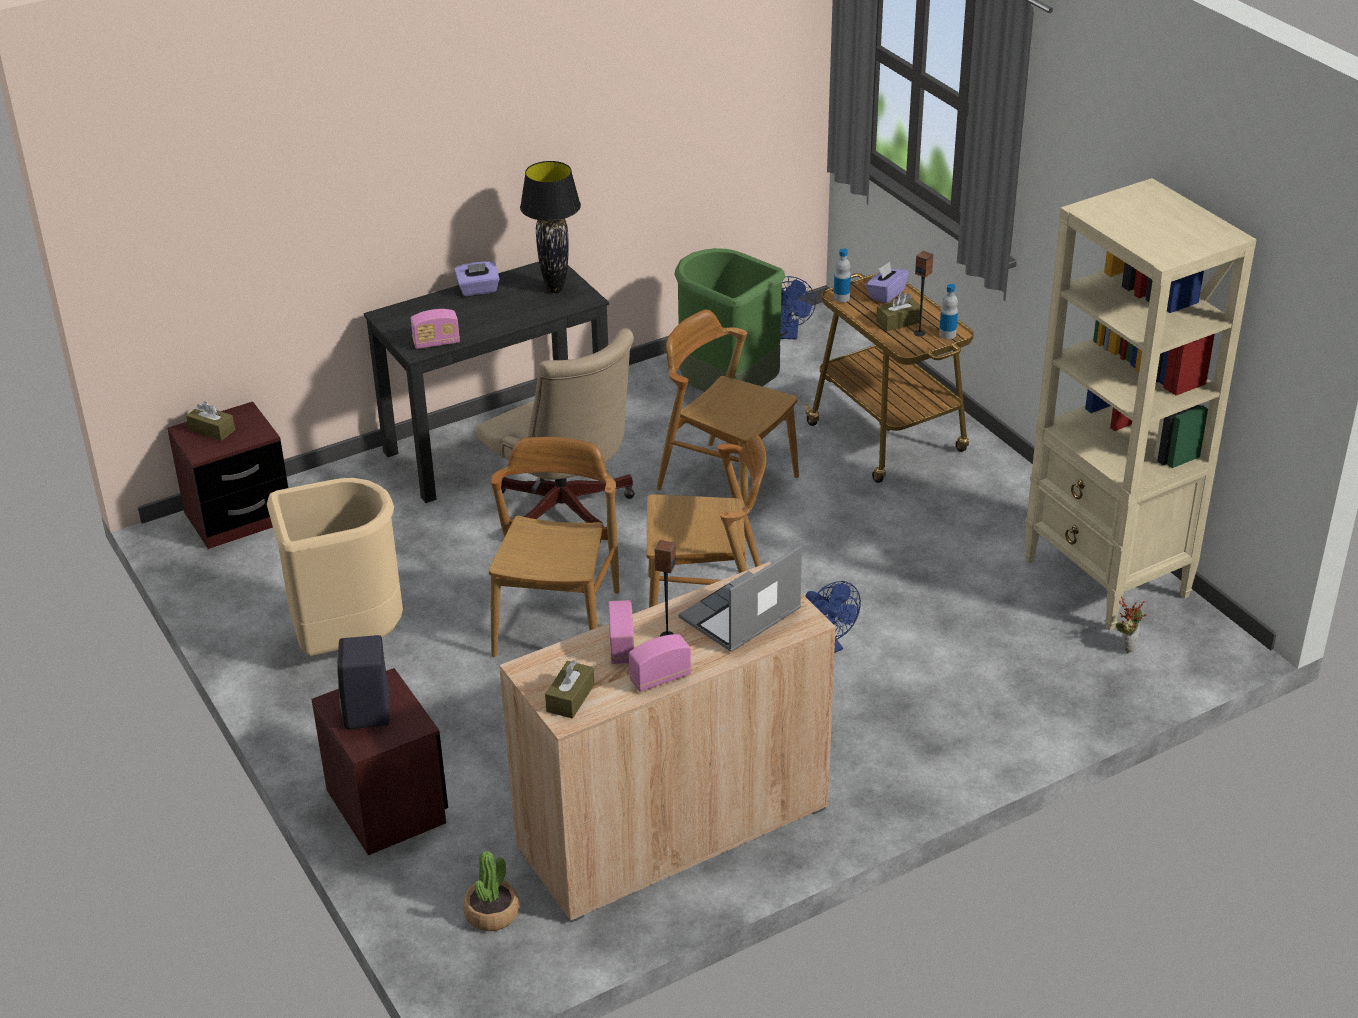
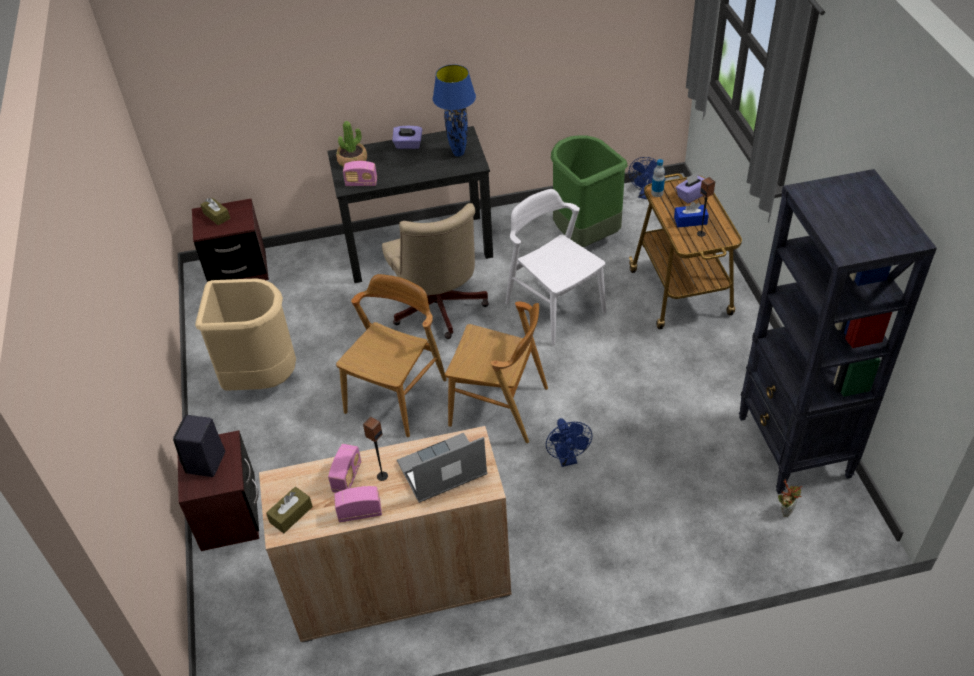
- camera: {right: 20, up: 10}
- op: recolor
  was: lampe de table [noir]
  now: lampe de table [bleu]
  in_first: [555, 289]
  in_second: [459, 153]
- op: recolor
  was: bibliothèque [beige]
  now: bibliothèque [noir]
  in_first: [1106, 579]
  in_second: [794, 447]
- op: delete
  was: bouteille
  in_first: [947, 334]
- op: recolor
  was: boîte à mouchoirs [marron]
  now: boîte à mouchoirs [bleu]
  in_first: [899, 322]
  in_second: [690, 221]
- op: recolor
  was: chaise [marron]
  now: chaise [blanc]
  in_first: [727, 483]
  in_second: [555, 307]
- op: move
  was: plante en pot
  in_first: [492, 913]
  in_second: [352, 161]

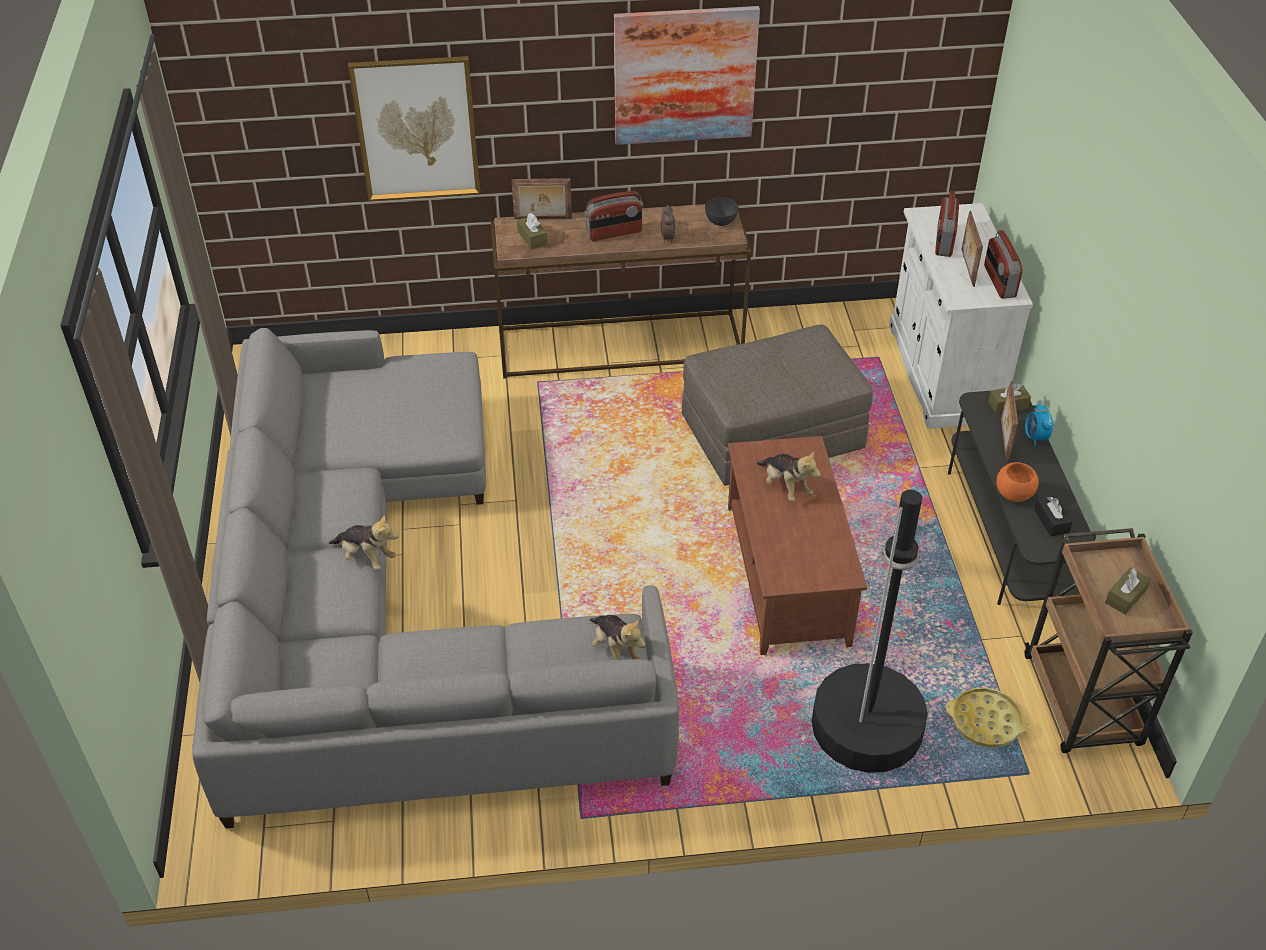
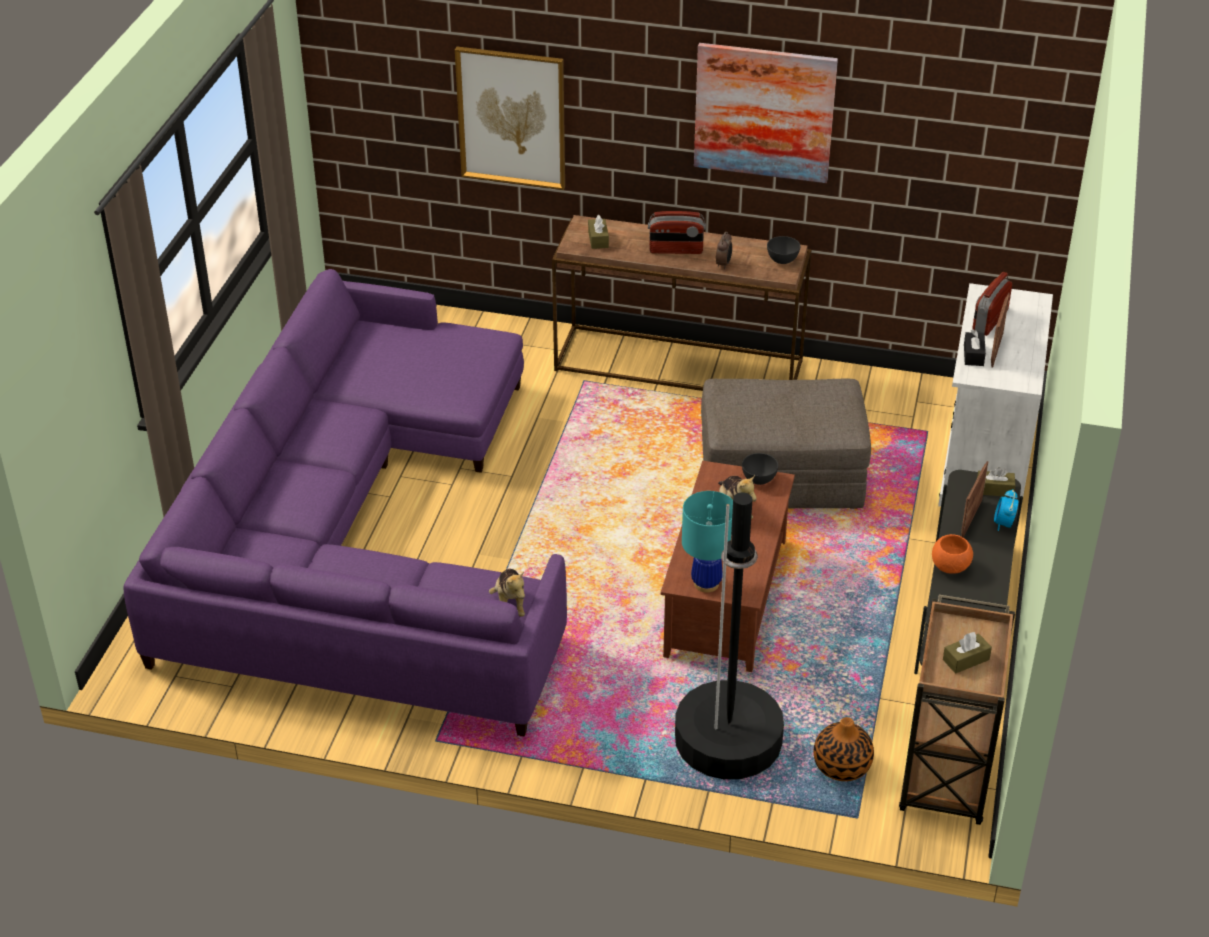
- camera: {right: 20, up: -5}
- op: delete
  was: cadre photo
  in_first: [543, 219]
- op: delete
  was: radio
  in_first: [999, 282]
- op: recolor
  was: canapé [gris]
  now: canapé [violet]
  in_first: [389, 607]
  in_second: [357, 536]
- op: move
  was: boîte à mouchoirs [noir]
  in_first: [1051, 521]
  in_second: [973, 355]
- op: delete
  was: peluche
  in_first: [366, 557]
- op: replace
  was: plateau [jaune]
  now: vase
  in_first: [985, 722]
  in_second: [842, 766]
- op: insert
  now: bol [gris]
  in_second: [759, 479]
- op: insert
  now: lampe de table [turquoise]
  in_second: [706, 583]

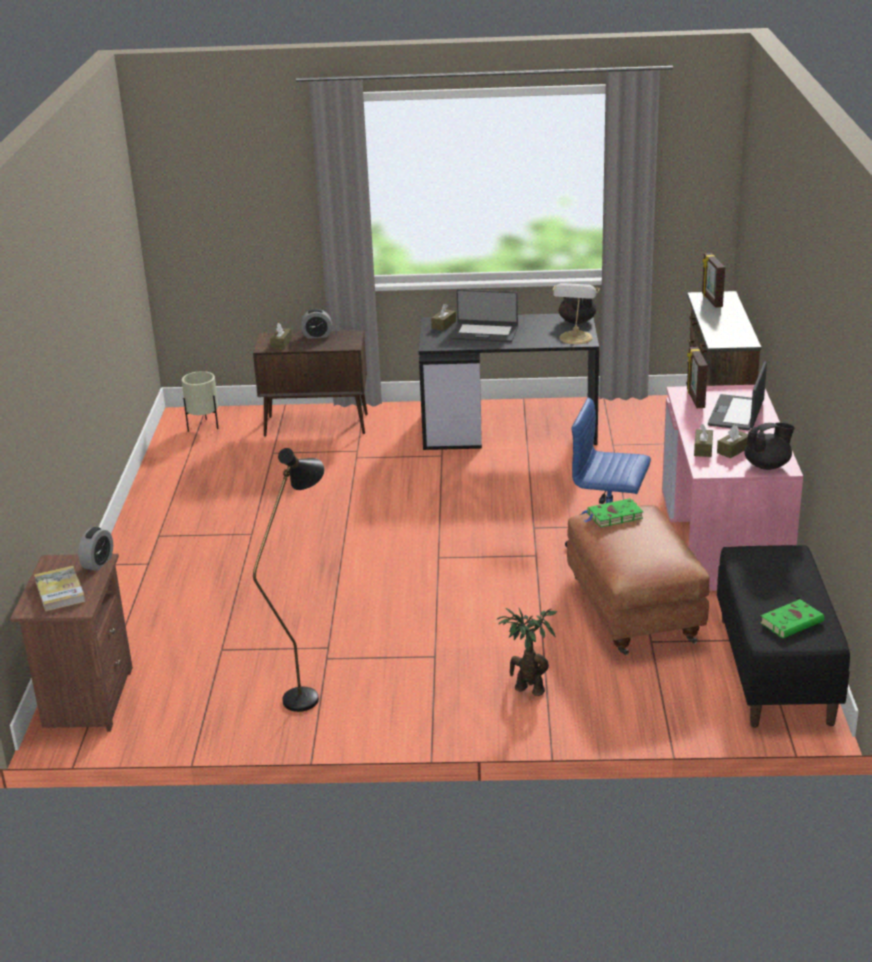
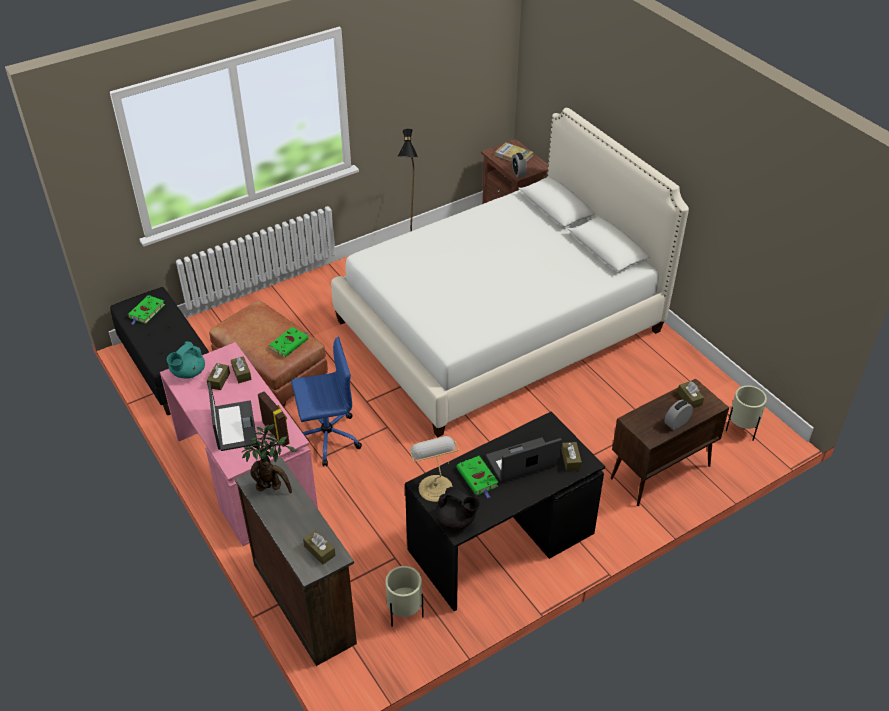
- camera: {right: 145, up: 15}
- op: replace
  was: cadre photo
  now: boîte à mouchoirs [marron]
  in_first: [711, 300]
  in_second: [319, 551]
- op: recolor
  was: théière [noir]
  now: théière [turquoise]
  in_first: [768, 465]
  in_second: [188, 373]
- op: move
  was: plante en pot
  in_first: [527, 688]
  in_second: [272, 487]
- op: insert
  now: lit [blanc]
  in_second: [500, 326]
- op: insert
  now: livre [vert]
  in_second: [478, 478]
- op: insert
  now: cache-pot [beige]
  in_second: [405, 614]

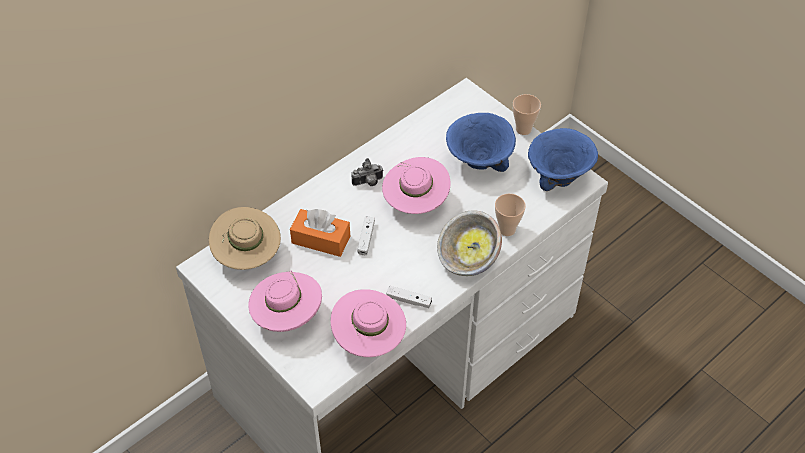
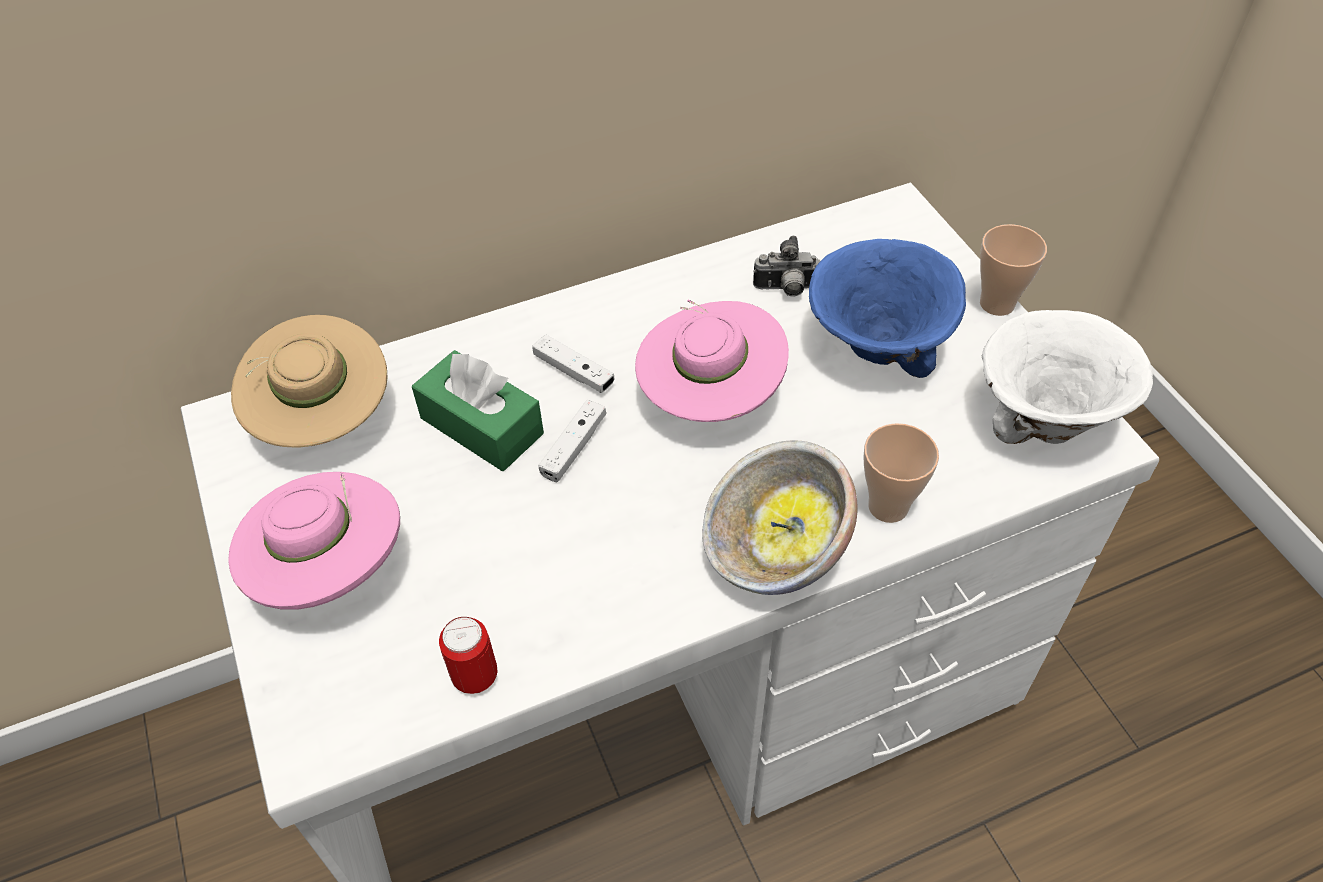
- camera: {right: 20, up: 0}
- op: recolor
  was: bol [bleu]
  now: bol [blanc]
  in_first: [558, 176]
  in_second: [1044, 418]
- op: move
  was: appareil photo
  in_first: [368, 183]
  in_second: [786, 290]
- op: recolor
  was: boîte à mouchoirs [orange]
  now: boîte à mouchoirs [vert]
  in_first: [321, 239]
  in_second: [481, 426]
- op: move
  was: manette [blanc]
  in_first: [409, 300]
  in_second: [574, 372]
- op: replace
  was: chapeau [rose]
  now: boîte métallique
  in_first: [369, 339]
  in_second: [475, 677]

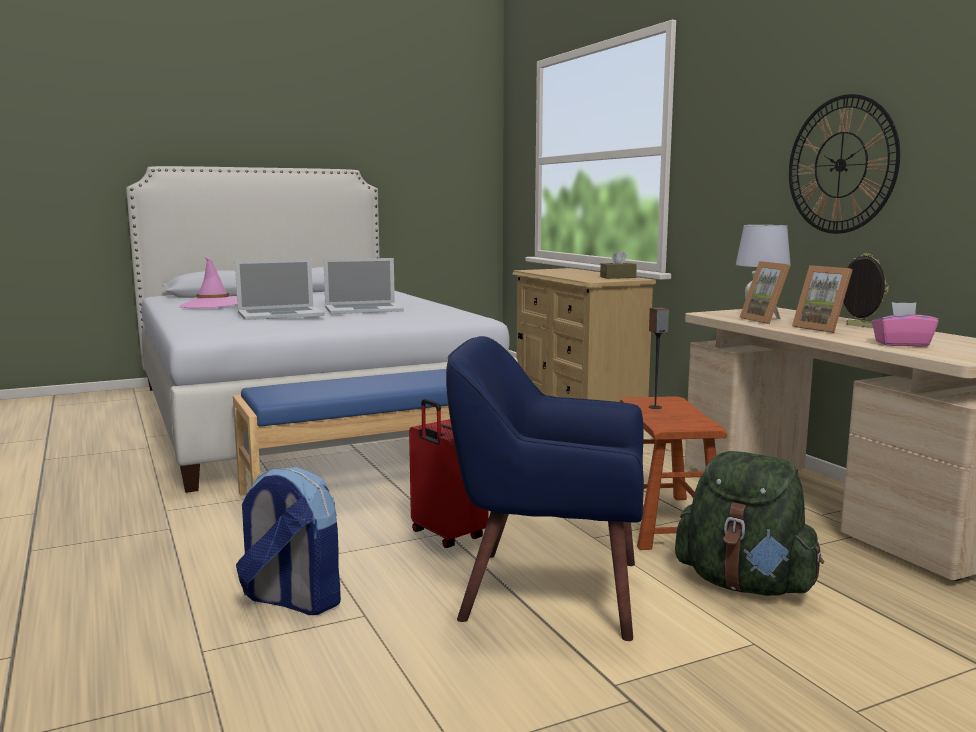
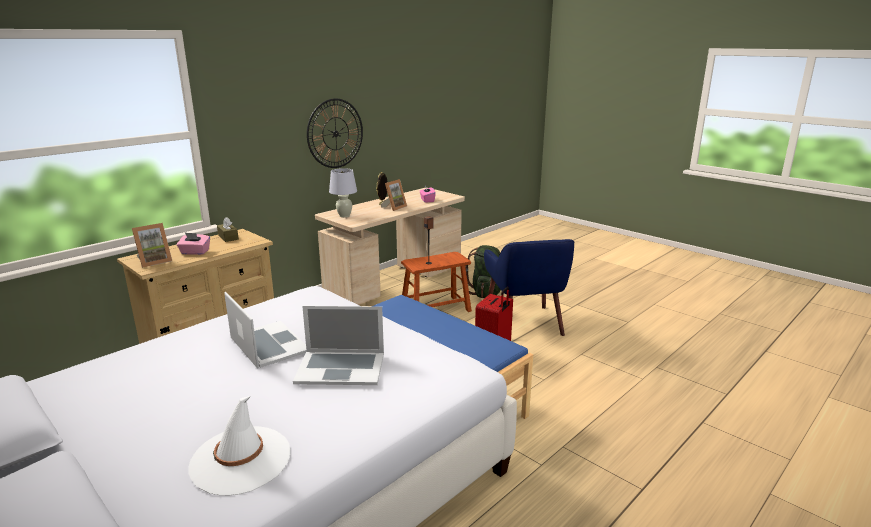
- camera: {right: -110, up: 10}
- op: recolor
  was: chapeau [rose]
  now: chapeau [blanc]
  in_first: [213, 305]
  in_second: [241, 460]
- op: rotate
  was: ordinateur portable
  in_first: [280, 314]
  in_second: [340, 368]
  clockwise: 135
- op: move
  was: cadre photo
  in_first: [767, 320]
  in_second: [154, 261]
- op: delete
  was: sac à dos
  in_first: [291, 600]
- op: insert
  now: boîte à mouchoirs [rose]
  in_second: [195, 252]

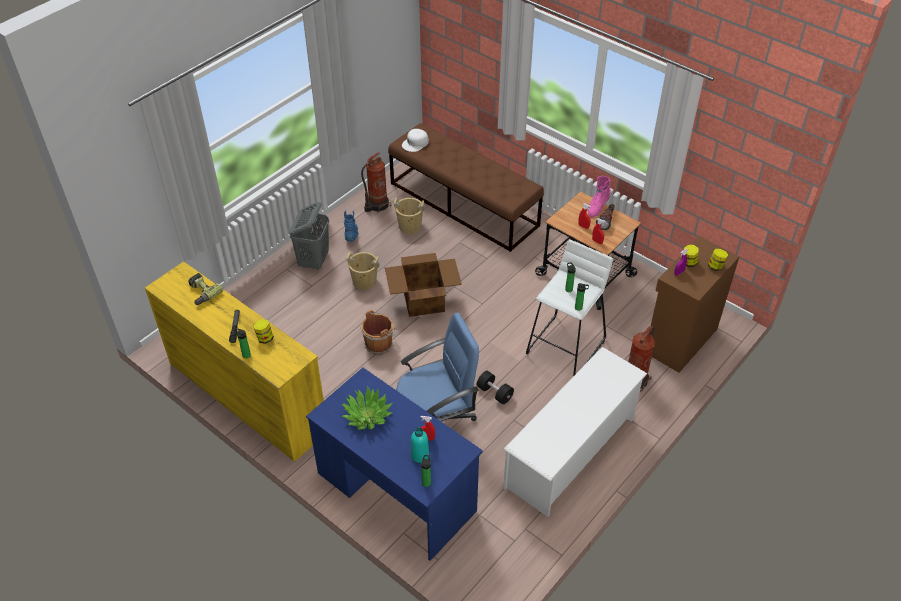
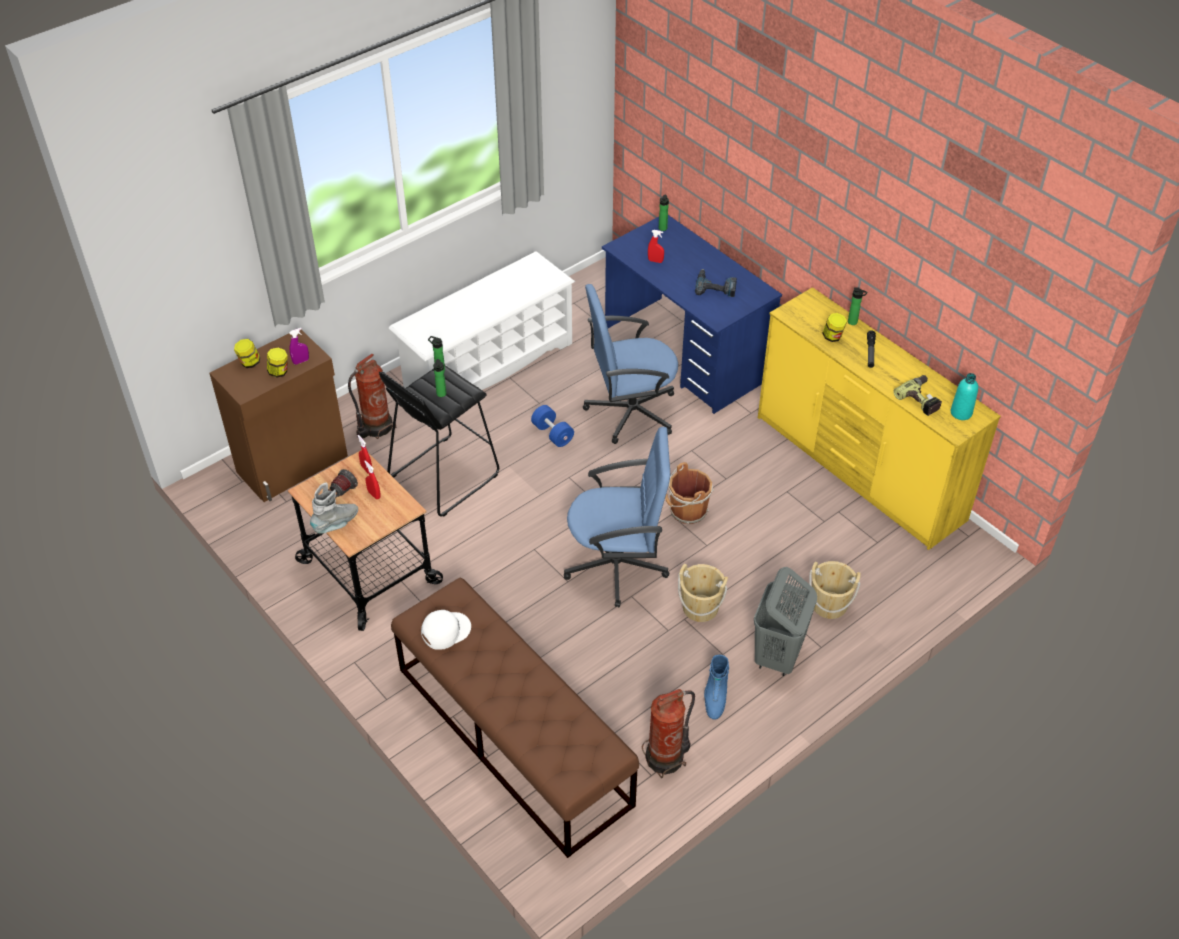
- camera: {right: -170, up: 0}
- op: move
  was: casquette [blanc]
  in_first: [415, 143]
  in_second: [445, 630]
- op: recolor
  was: botte [rose]
  now: botte [gris]
  in_first: [597, 207]
  in_second: [336, 524]
- op: move
  was: seau [beige]
  in_first: [410, 226]
  in_second: [829, 604]
- op: recolor
  was: tabouret [blanc]
  now: tabouret [noir]
  in_first: [566, 346]
  in_second: [443, 476]
- op: replace
  was: carton
  now: chaise de bureau [bleu]
  in_first: [423, 300]
  in_second: [617, 565]
- op: recolor
  was: haltère [noir]
  now: haltère [bleu]
  in_first: [494, 393]
  in_second: [552, 434]
- op: replace
  was: plante en pot
  now: perceuse
  in_first: [367, 415]
  in_second: [715, 286]
- op: move
  was: bouteille [turquoise]
  in_first: [419, 455]
  in_second: [961, 413]

